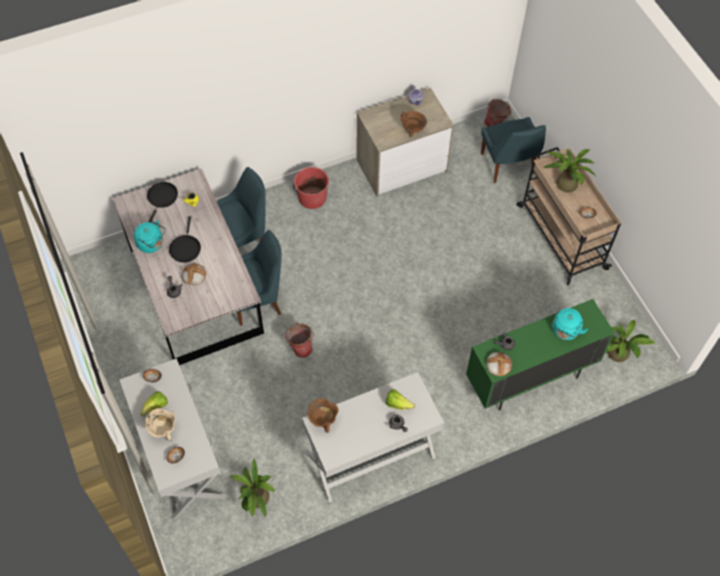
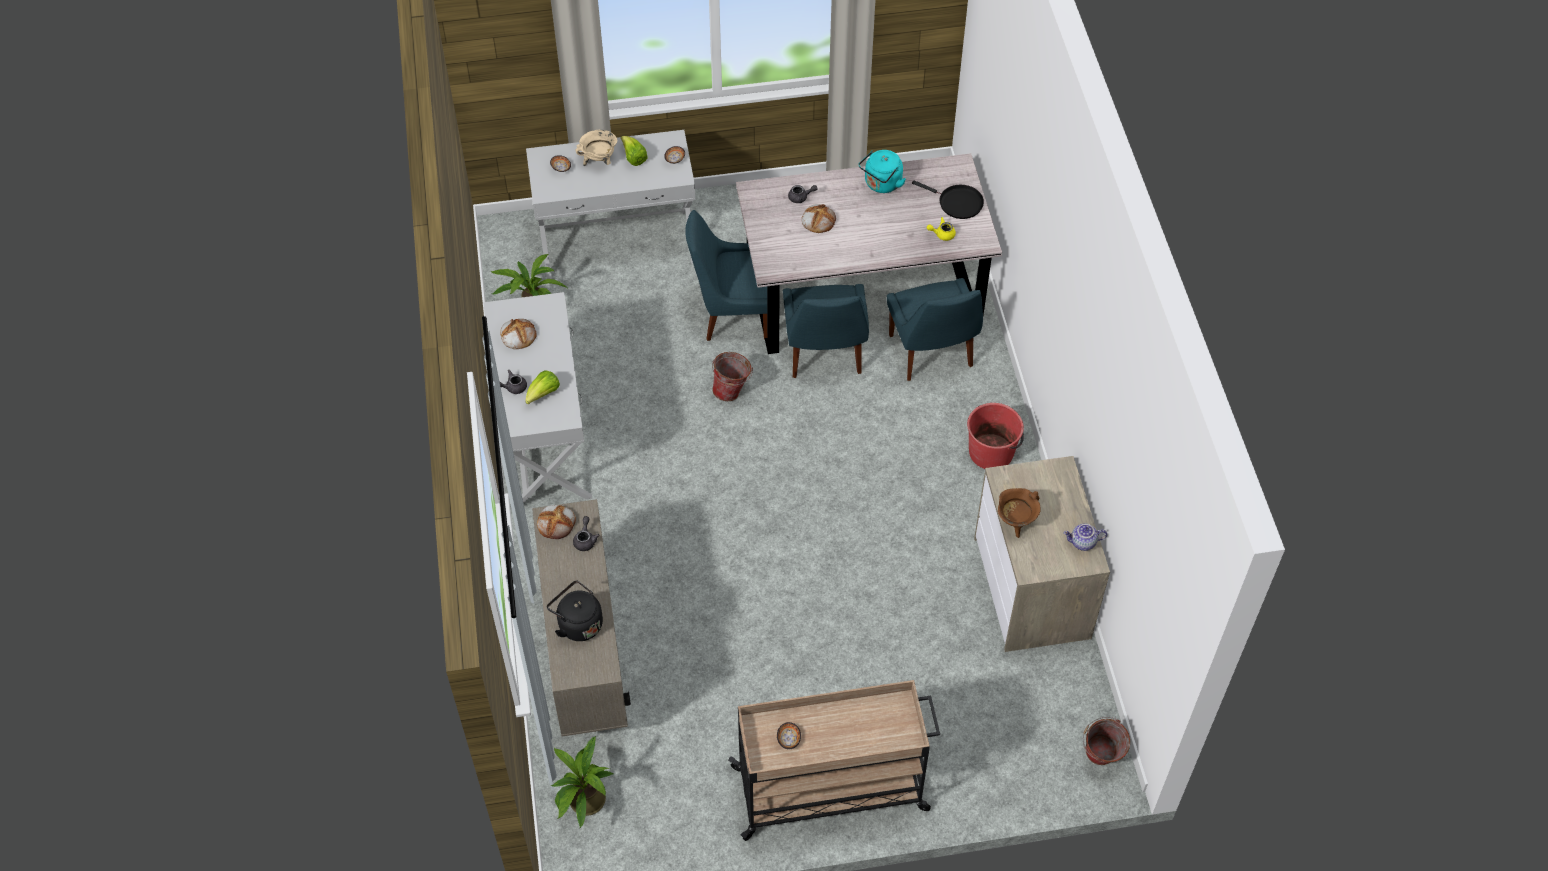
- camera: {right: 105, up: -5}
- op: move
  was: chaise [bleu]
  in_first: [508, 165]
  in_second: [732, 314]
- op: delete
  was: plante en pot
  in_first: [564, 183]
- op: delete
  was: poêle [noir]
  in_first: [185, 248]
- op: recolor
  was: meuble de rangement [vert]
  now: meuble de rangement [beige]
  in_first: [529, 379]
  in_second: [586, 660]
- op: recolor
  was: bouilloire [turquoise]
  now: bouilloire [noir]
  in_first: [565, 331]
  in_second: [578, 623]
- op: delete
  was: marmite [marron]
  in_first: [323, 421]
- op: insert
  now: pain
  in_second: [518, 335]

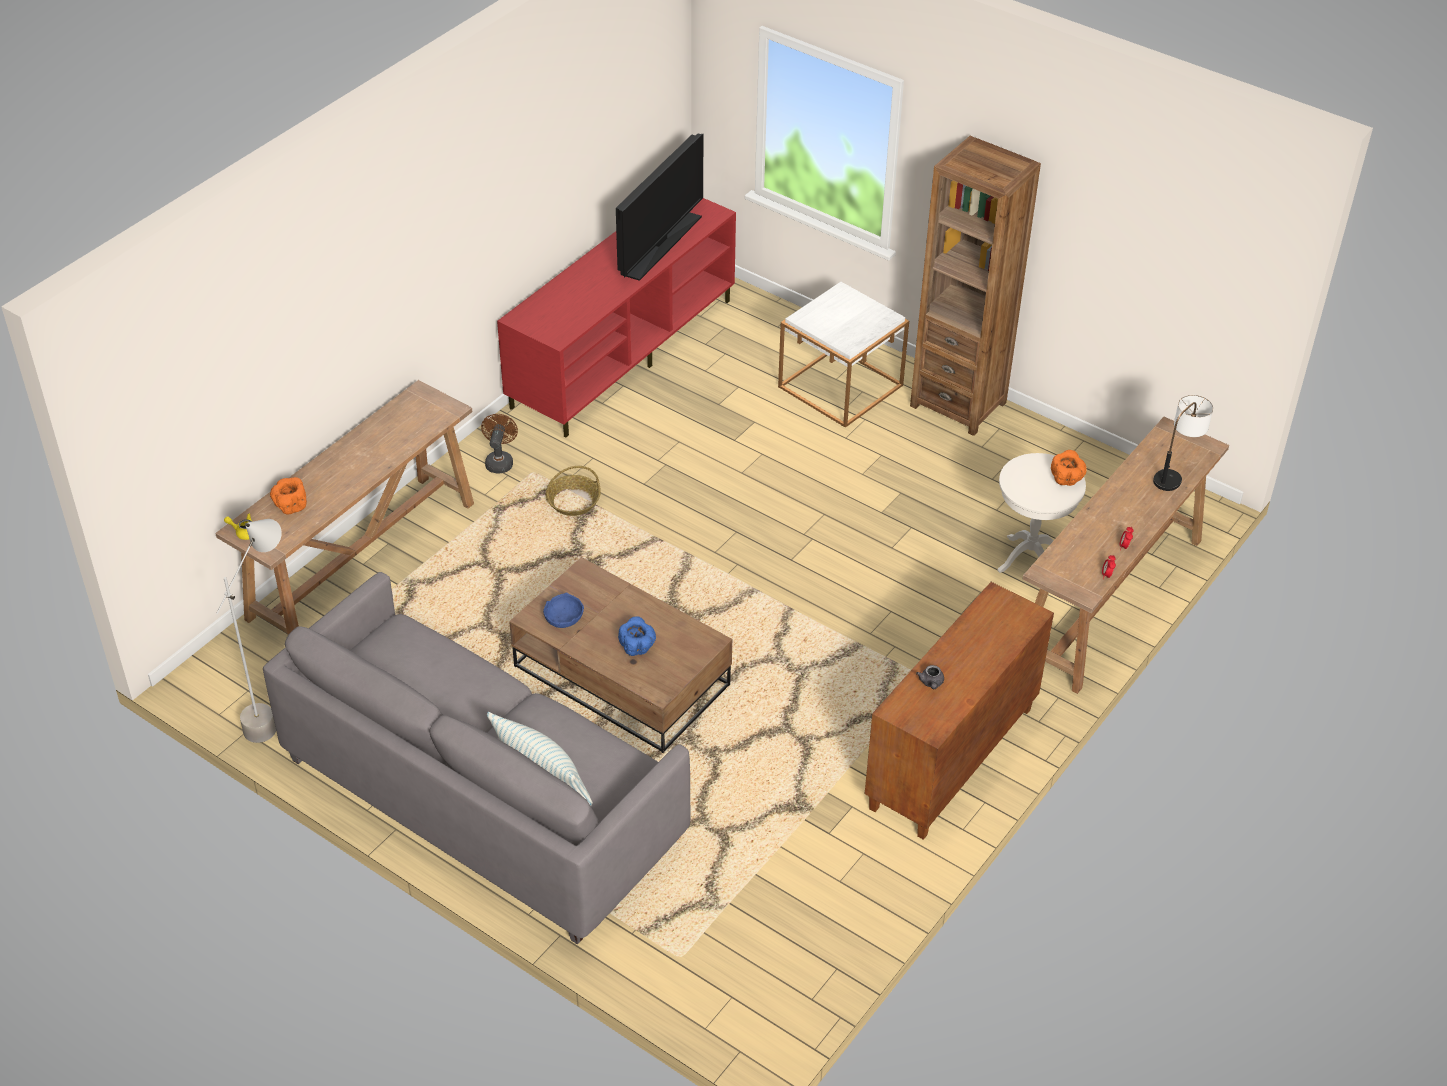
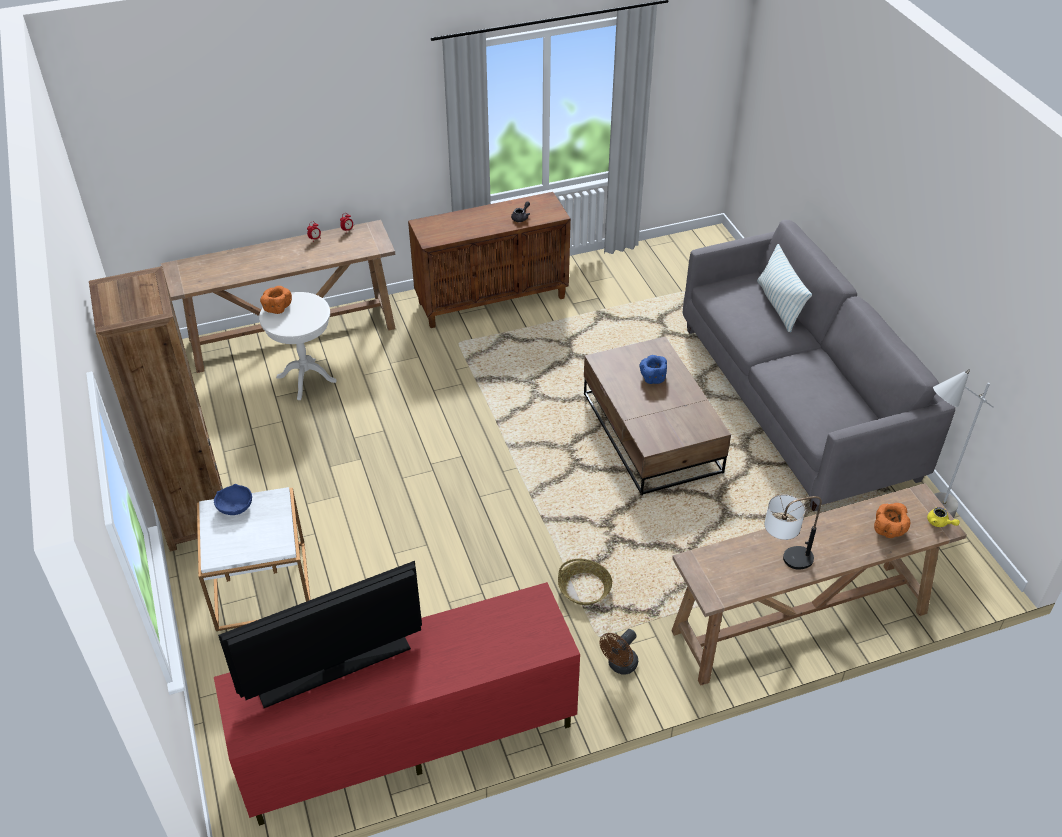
- camera: {right: -145, up: 0}
- op: move
  was: lampe de table
  in_first: [1175, 473]
  in_second: [783, 561]
- op: move
  was: bol [bleu]
  in_first: [563, 619]
  in_second: [235, 507]

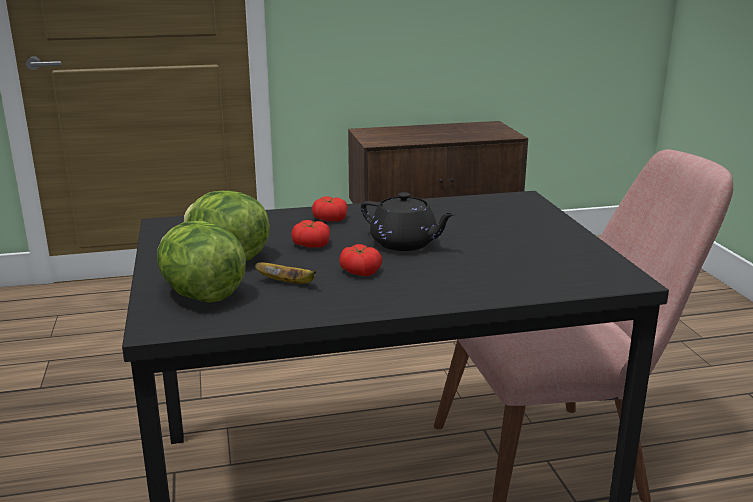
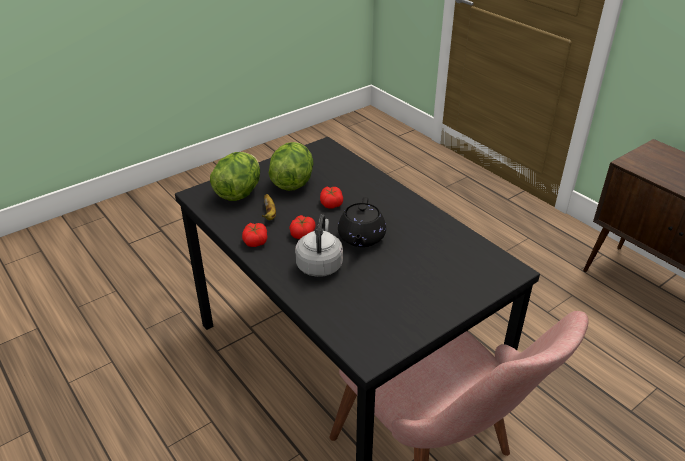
- camera: {right: 65, up: 15}
- op: move
  was: tomate
  in_first: [330, 219]
  in_second: [255, 241]
- op: insert
  now: bouilloire [gris]
  in_second: [320, 264]

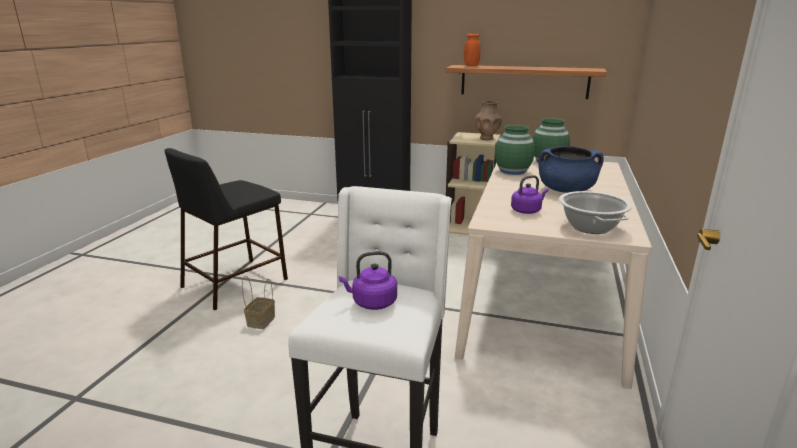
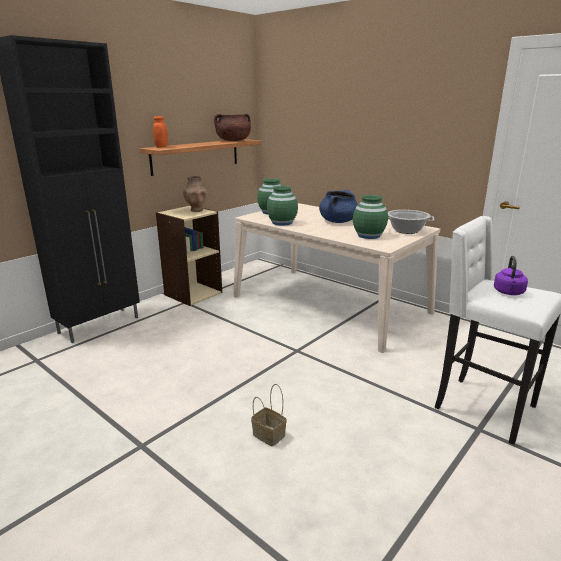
- camera: {right: -65, up: 0}
- op: delete
  was: tabouret [noir]
  in_first: [235, 282]
- op: replace
  was: bouilloire [violet]
  now: vase [vert]
  in_first: [527, 210]
  in_second: [369, 235]
- op: insert
  now: marmite [marron]
  in_second: [233, 141]

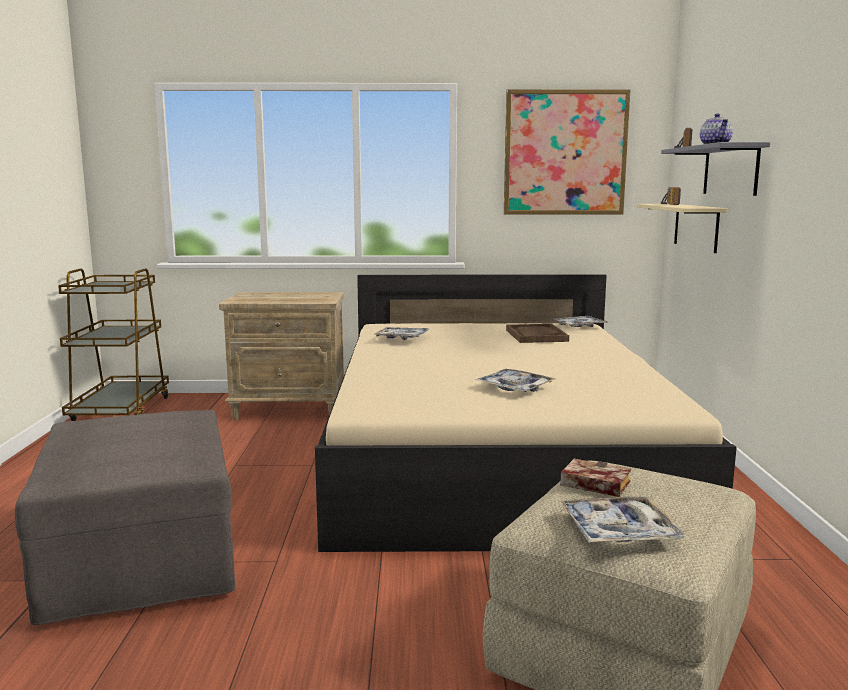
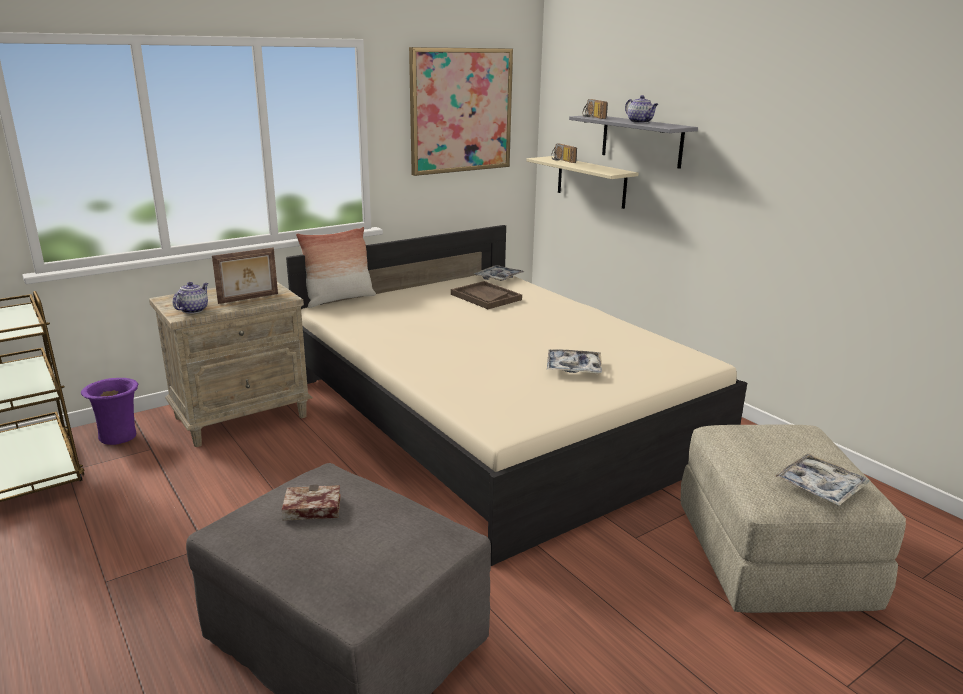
- camera: {right: -35, up: 10}
- op: delete
  was: plateau
  in_first: [402, 338]
- op: move
  was: livre
  in_first: [592, 484]
  in_second: [309, 509]
- op: insert
  now: coussin
  in_second: [339, 299]
- op: insert
  now: cadre photo
  in_second: [248, 298]
- op: insert
  now: théière
  in_second: [193, 310]
- op: insert
  now: vase [violet]
  in_second: [119, 436]

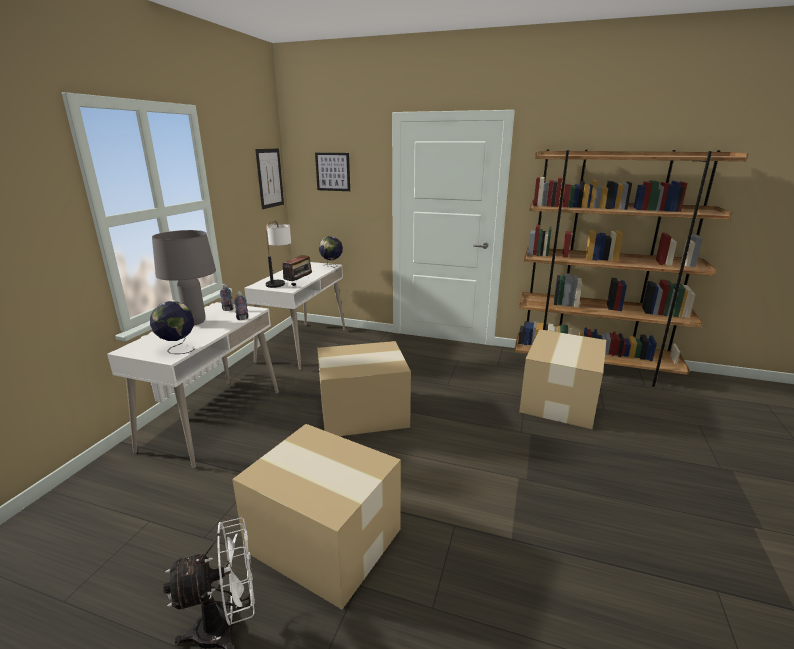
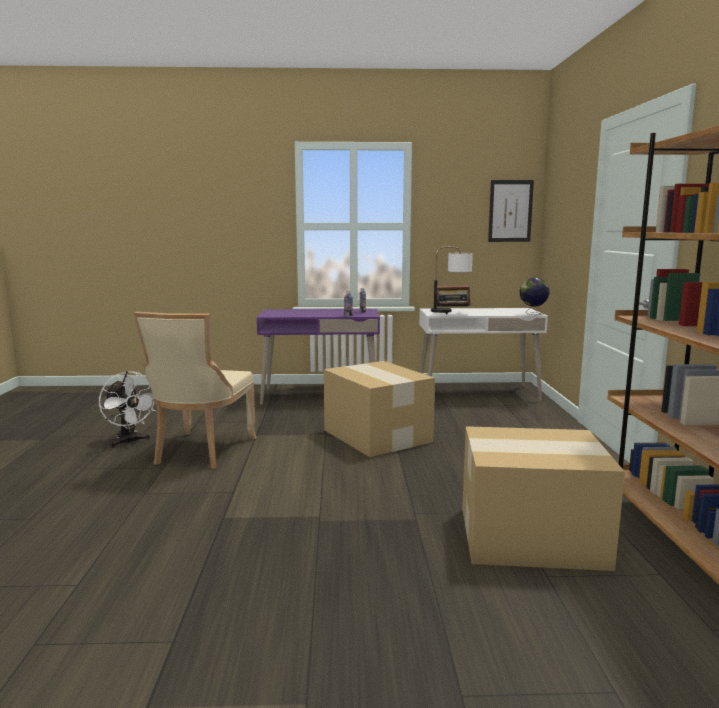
- camera: {right: 70, up: -10}
- op: delete
  was: tableau
  in_first: [333, 171]
- op: delete
  was: lampe de table [gris]
  in_first: [195, 322]
- op: delete
  was: globe
  in_first: [177, 349]
- op: recolor
  was: bureau [blanc]
  now: bureau [violet]
  in_first: [213, 419]
  in_second: [320, 396]
- op: replace
  was: carton
  now: chaise [beige]
  in_first: [325, 541]
  in_second: [201, 452]

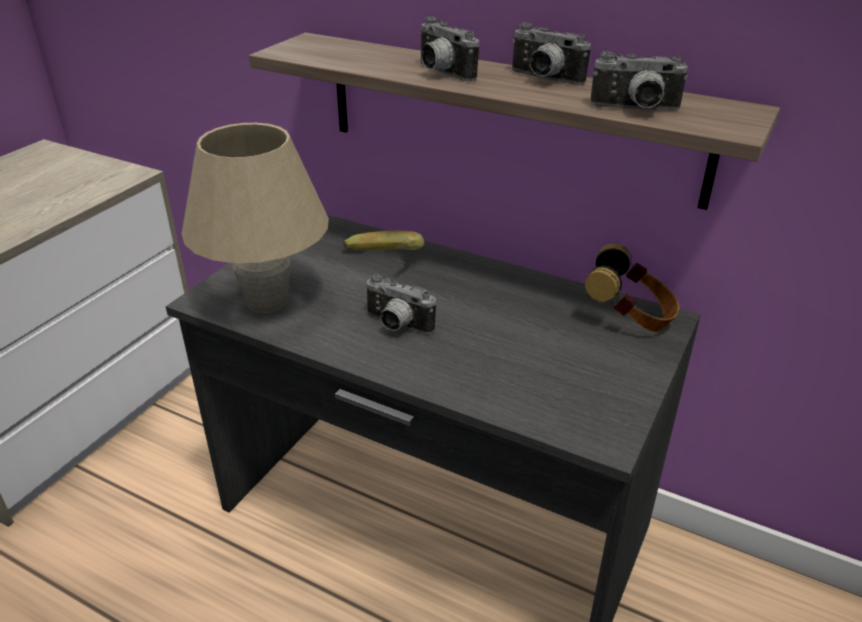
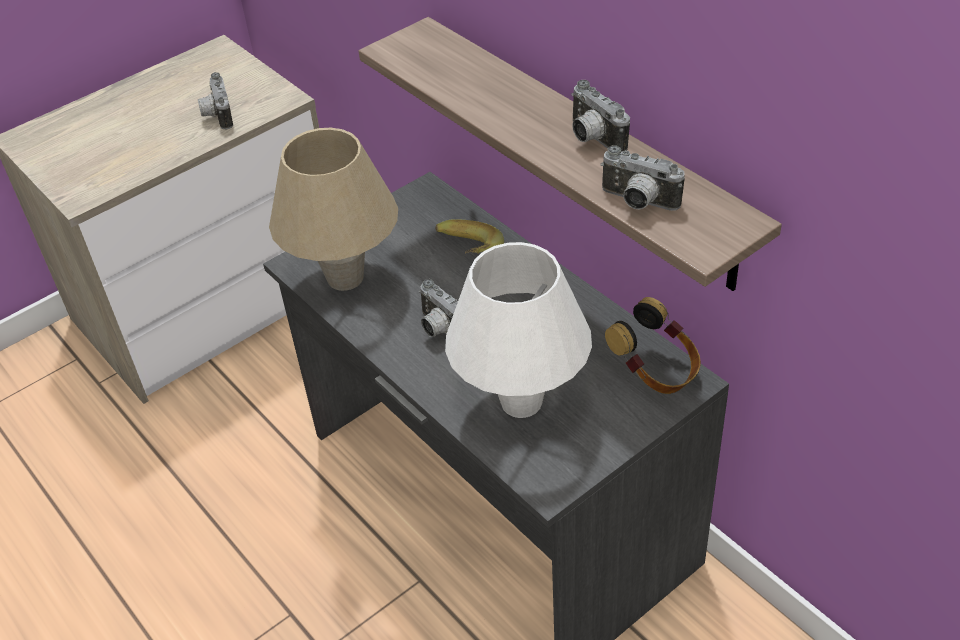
- camera: {right: 25, up: 10}
- op: move
  was: appareil photo
  in_first: [440, 73]
  in_second: [217, 115]
- op: insert
  now: lampe de table [blanc]
  in_second: [521, 402]

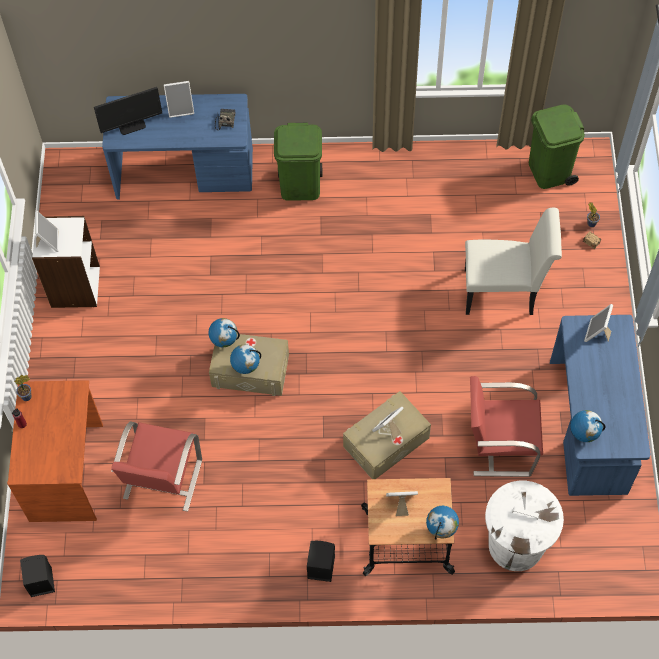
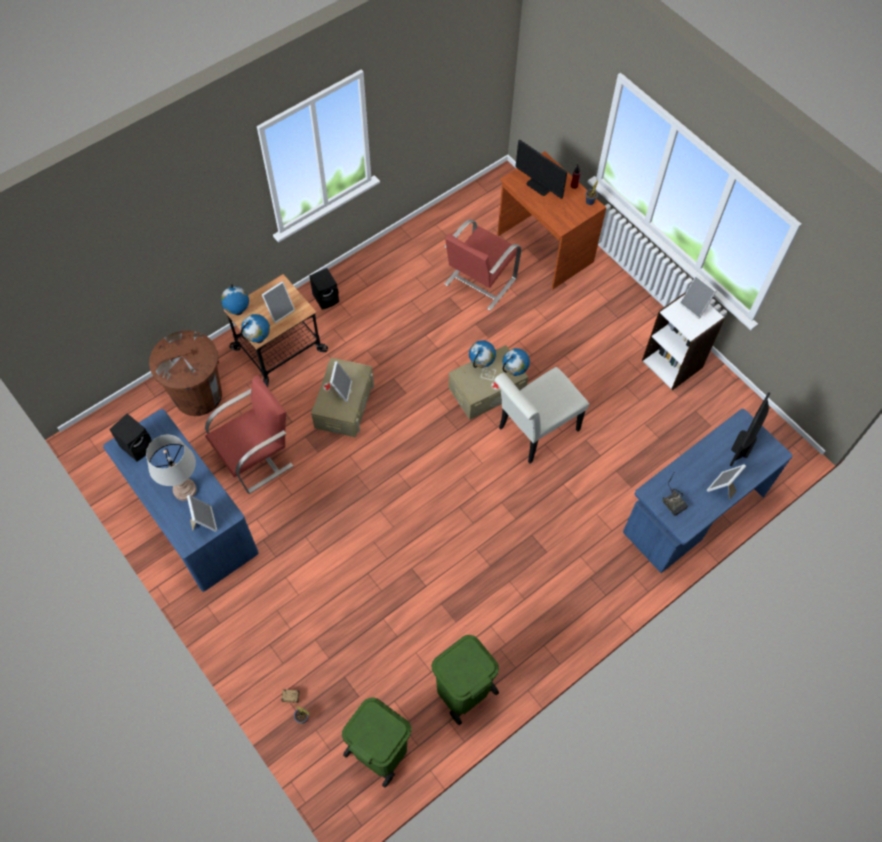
- camera: {right: 140, up: 0}
- op: move
  was: poubelle [vert]
  in_first: [301, 186]
  in_second: [463, 691]
- op: move
  was: chaise [blanc]
  in_first: [504, 292]
  in_second: [534, 432]
- op: move
  was: globe
  in_first: [583, 435]
  in_second: [258, 339]
- op: rotate
  was: chaise [rouge]
  in_first: [161, 480]
  in_second: [479, 282]
  clockwise: -120
- op: recolor
  was: poubelle [blanc]
  now: poubelle [marron]
  in_first: [515, 544]
  in_second: [198, 395]
- op: move
  was: enceinte [noir]
  in_first: [40, 582]
  in_second: [138, 446]
- op: insert
  now: écran d'ordinateur
  in_second: [539, 186]
- op: insert
  now: lampe de table [gris]
  in_second: [185, 490]

